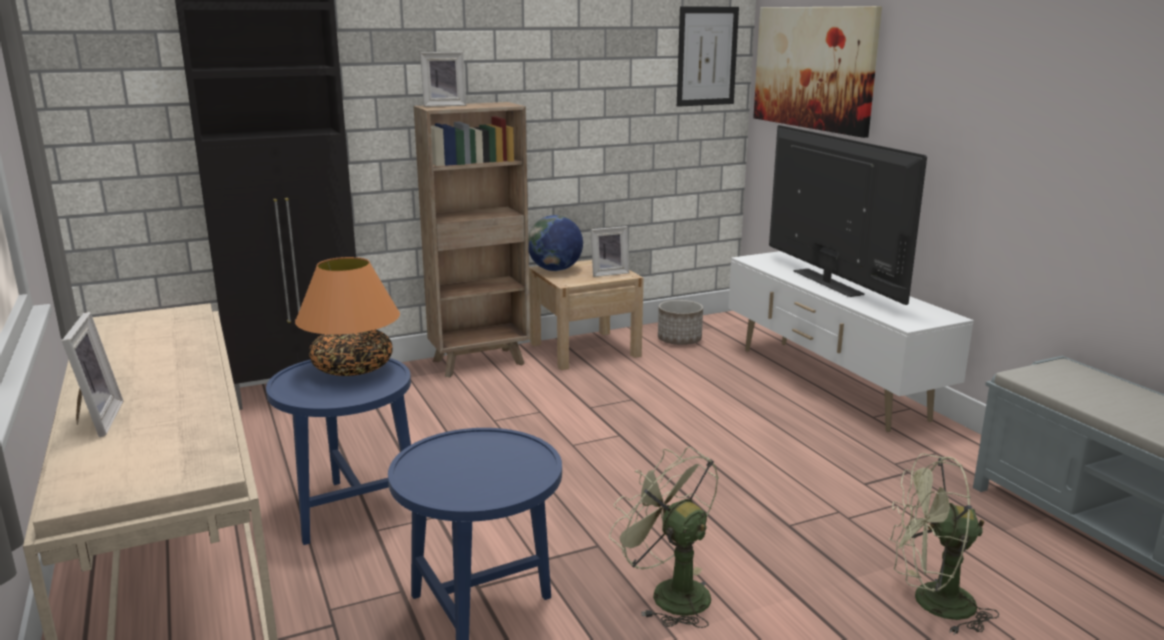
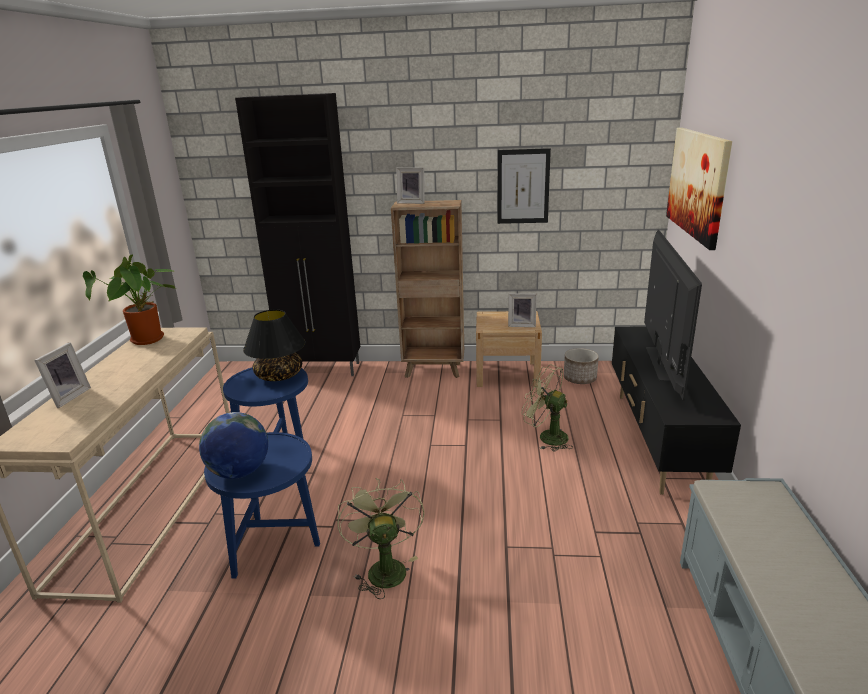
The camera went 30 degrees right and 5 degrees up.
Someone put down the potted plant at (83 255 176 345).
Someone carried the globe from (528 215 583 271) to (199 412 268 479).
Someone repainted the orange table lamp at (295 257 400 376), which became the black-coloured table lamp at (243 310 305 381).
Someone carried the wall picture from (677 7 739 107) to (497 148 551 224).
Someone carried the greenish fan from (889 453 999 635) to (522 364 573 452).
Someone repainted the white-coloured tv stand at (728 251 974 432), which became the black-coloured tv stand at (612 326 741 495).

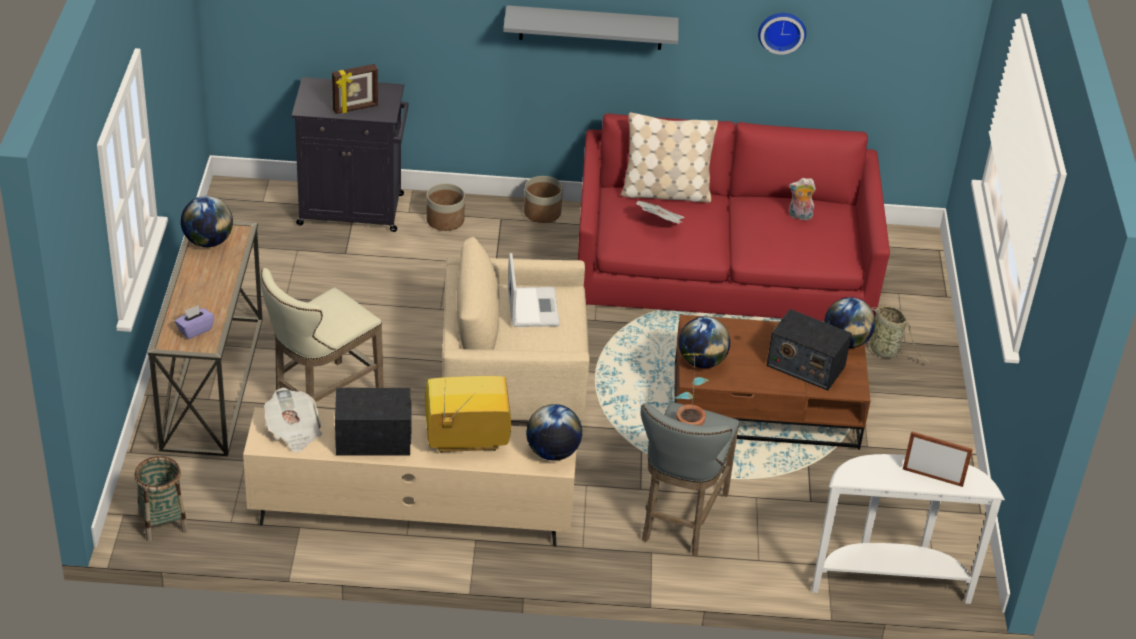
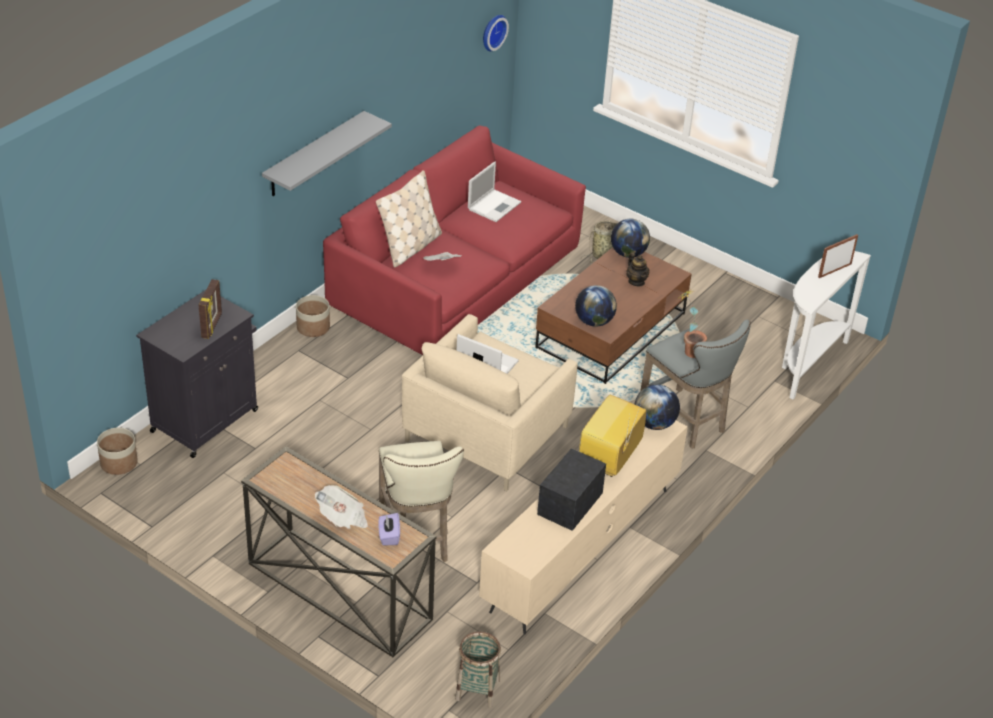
The camera went 55 degrees left and 0 degrees up.
Someone carried the planter from (426 183 465 231) to (97 428 138 475).
Someone carried the newspaper from (264 388 322 453) to (315 485 368 529).
Someone swapped the soft toy at (789 178 816 220) for the notebook computer at (468 162 521 222).
Someone carried the wall clock from (758 13 806 55) to (483 15 509 51).
Someone swapped the radio set at (766 309 852 391) for the pot for tea at (627 253 650 287).
Someone took away the globe at (181 196 233 247).

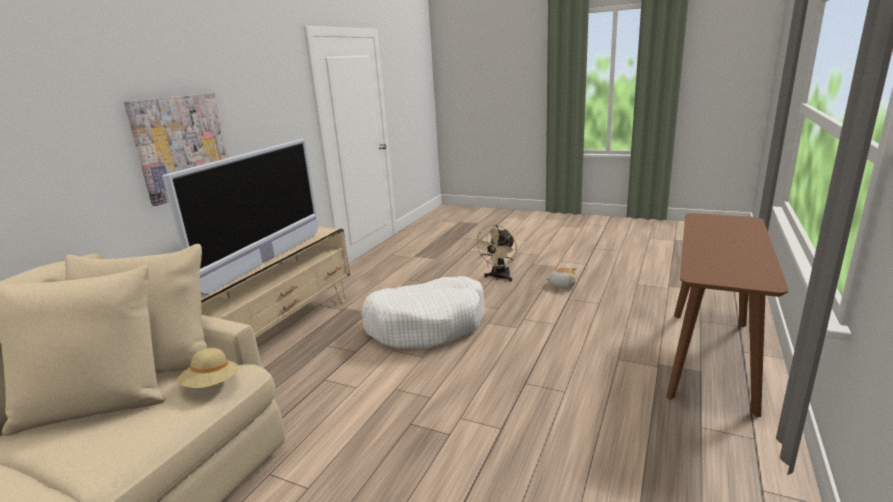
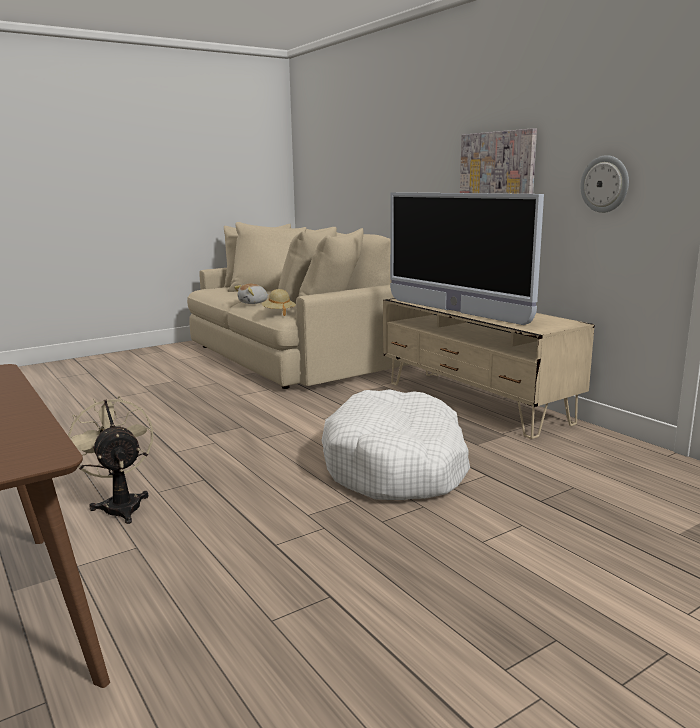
The camera went 120 degrees right and 5 degrees down.
Someone carried the sand-coloured fan from (473 225 517 281) to (68 396 153 524).
Someone carried the soft toy from (546 267 576 288) to (234 284 268 304).
Someone put up the wall clock at (580 155 629 213).

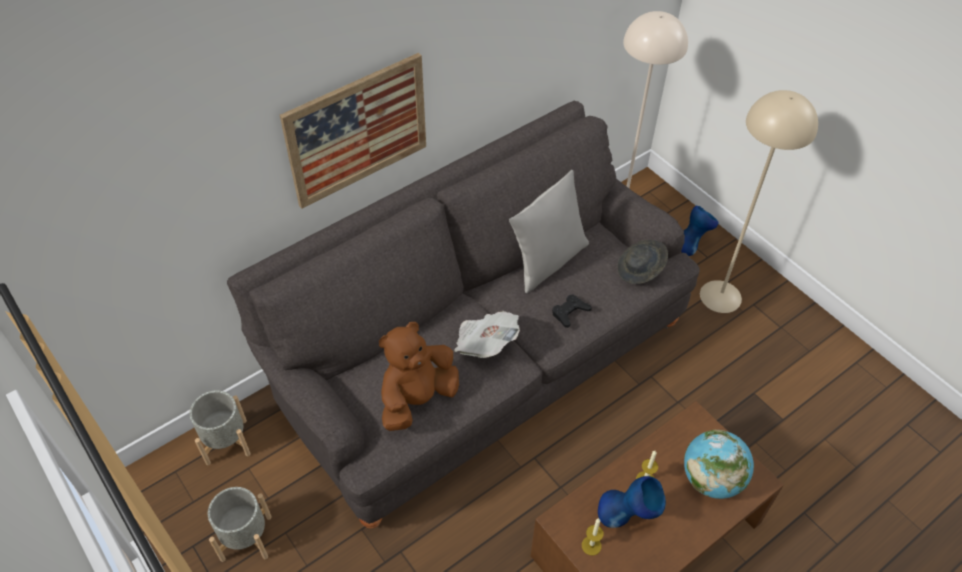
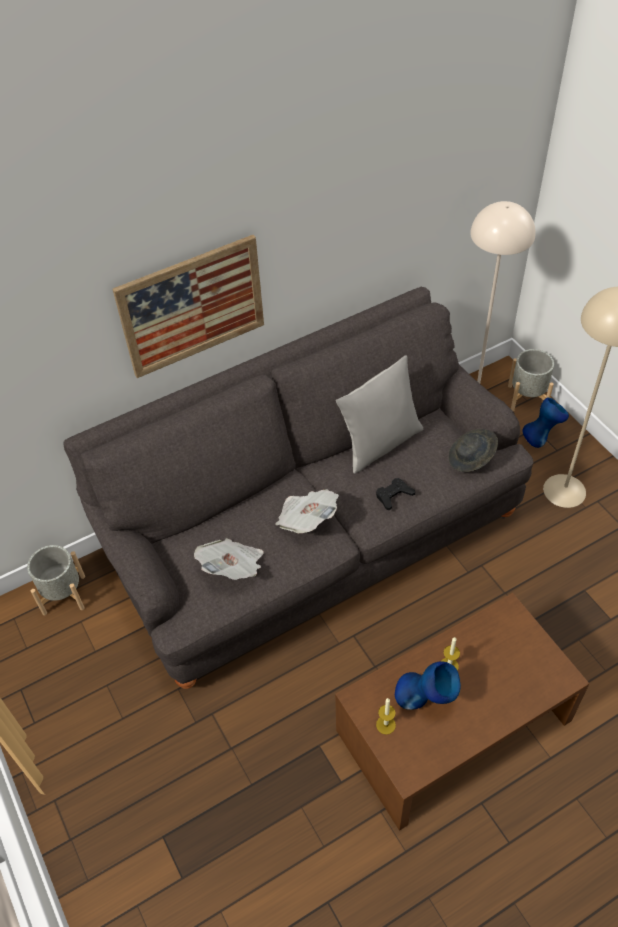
The camera went 10 degrees right and 0 degrees up.
Someone swapped the brown soft toy at (379 322 459 431) for the newspaper at (194 538 264 580).
Someone carried the grey planter from (208 487 272 562) to (508 349 554 411).
Someone took away the globe at (684 430 754 499).

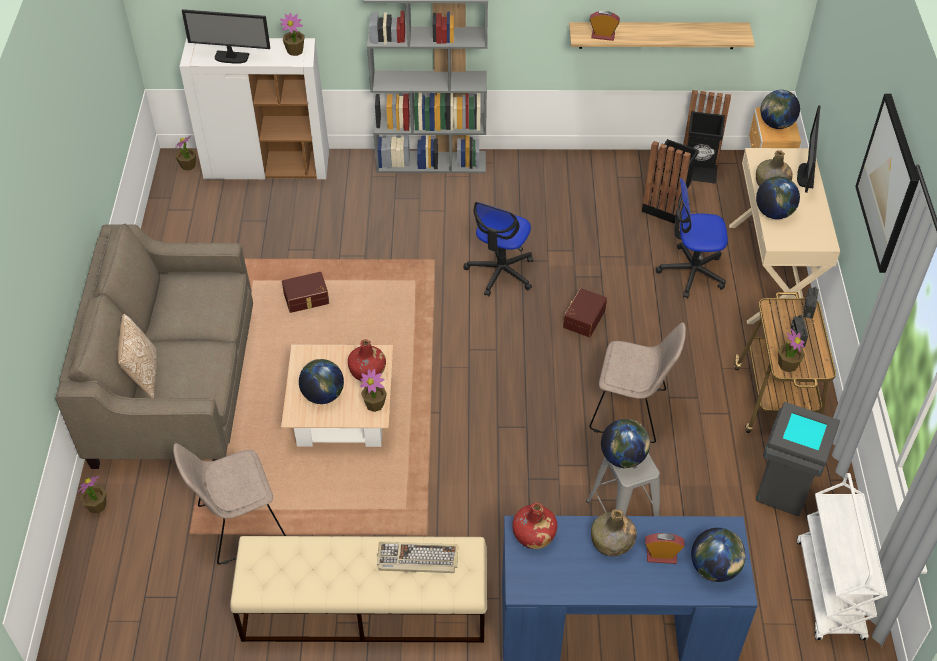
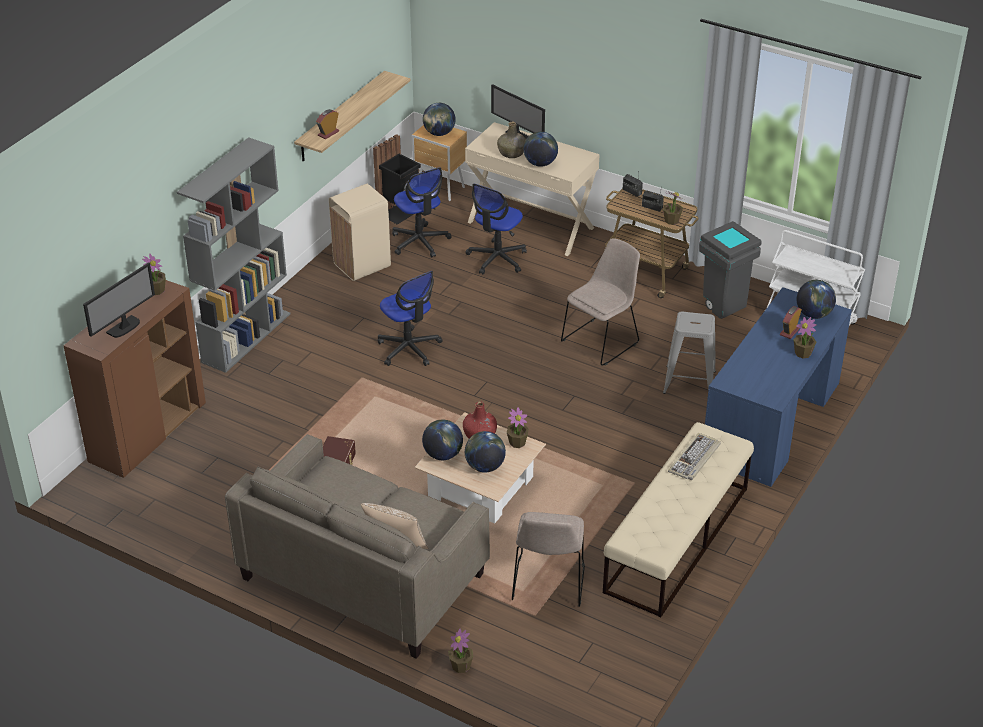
The camera went 60 degrees left and 10 degrees down.
Someone repainted the white-coloured cupboard at (179 38 329 180), which became the brown cupboard at (63 280 206 478).
Someone put down the sand-coloured trash can at (329 184 391 281).
Someone swapped the black-coloured trash can at (642 139 699 224) for the desk chair at (392 167 452 258).
Someone carried the globe from (601 419 650 468) to (422 420 463 460).
Someone carried the potted plant from (175 135 196 170) to (794 317 817 359).
Someone took away the red beverage bottle at (512 503 557 549).
Someone took away the brown storage bin at (563 288 607 337).
Someone took away the greenish beverage bottle at (591 509 637 556).
Someone took away the wall picture at (855 93 919 273).

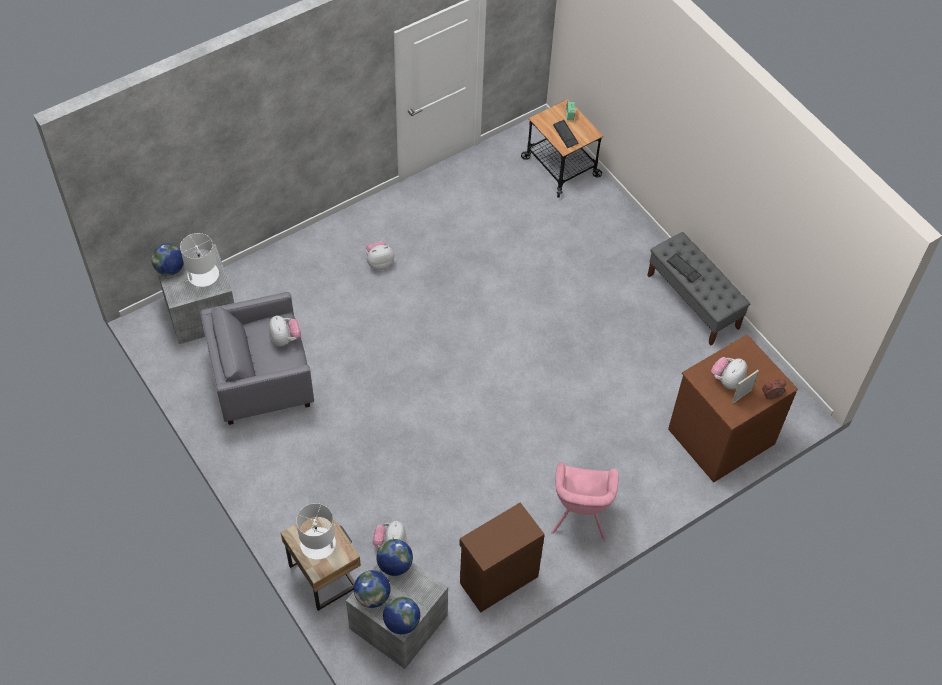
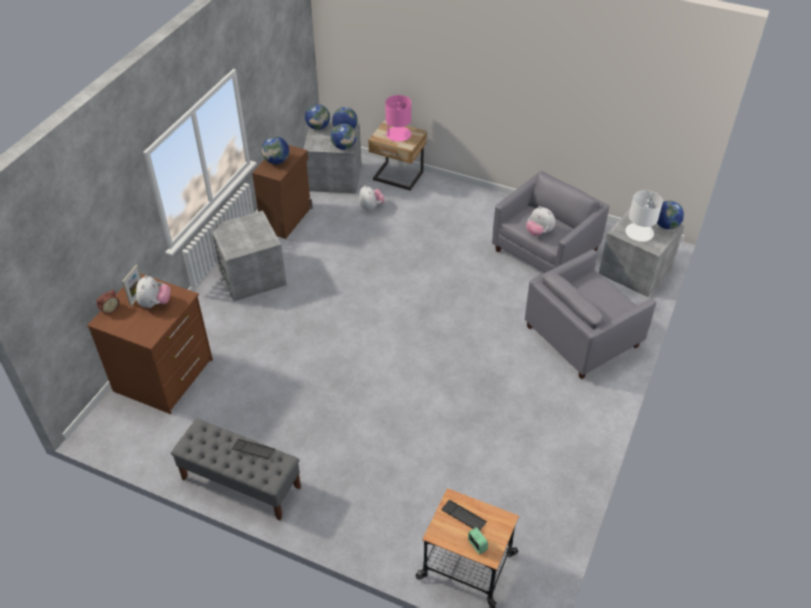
The camera went 150 degrees right and 10 degrees down.
Someone swapped the pink lounge chair at (551 462 619 540) for the grey storage bin at (211 211 287 301).
Someone put down the globe at (262 137 289 164).
Someone repainted the white-coloured table lamp at (296 503 340 560), which became the pink table lamp at (383 95 411 142).
Someone put down the grey lounge chair at (525 250 656 379).
Someone took away the soft toy at (366 241 394 270).

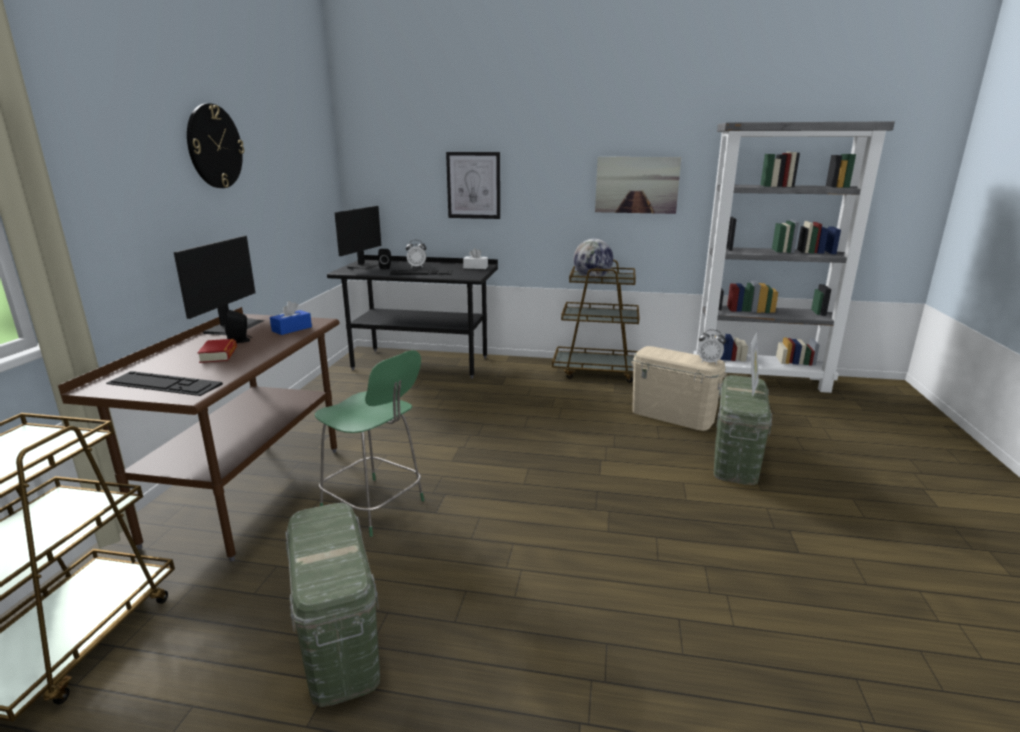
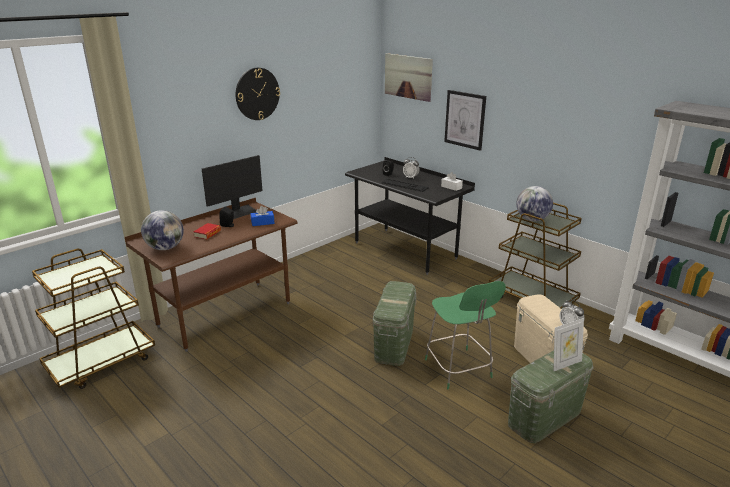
The camera went 35 degrees right and 5 degrees up.
Someone swapped the PC keyboard at (106 371 223 396) for the globe at (141 210 184 250).
Someone carried the greenish storage bin from (285 503 380 707) to (373 281 416 366).
Someone carried the wall picture from (595 157 681 214) to (385 53 433 102).
Someone carried the greenish upright chair from (315 350 424 537) to (425 281 506 389).
Someone took away the computer screen at (334 206 381 270).

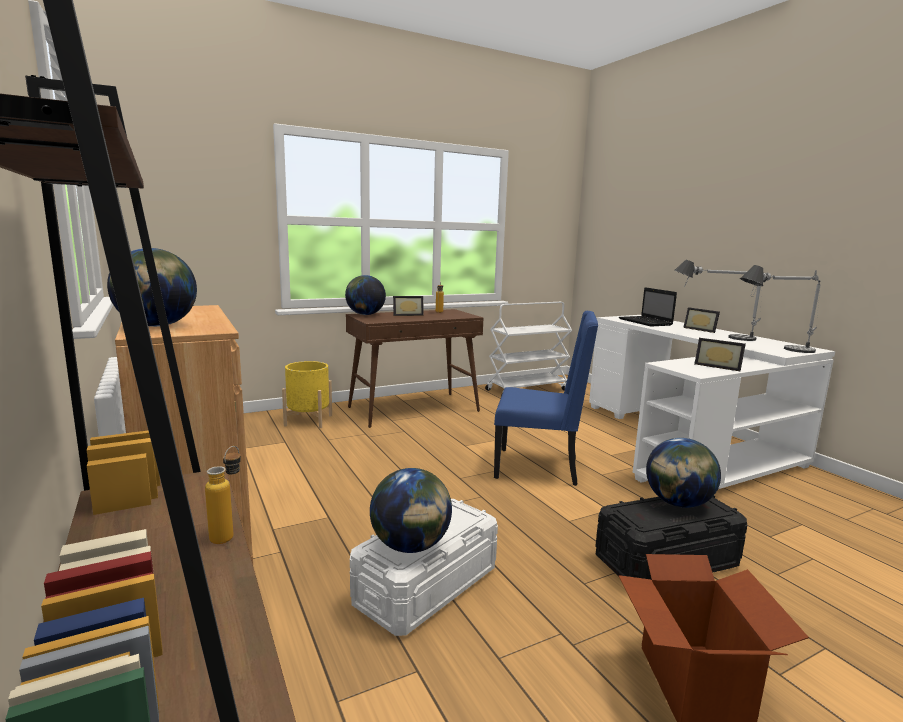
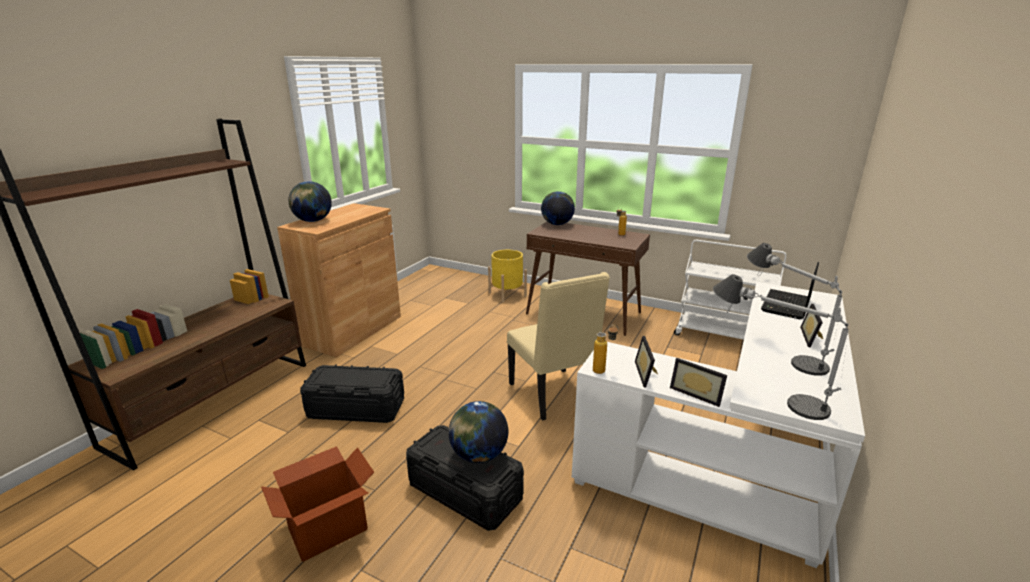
The camera went 55 degrees right and 10 degrees up.
Someone repainted the white-coloured storage bin at (350 499 498 636), which became the black-coloured storage bin at (300 365 404 423).
Someone repainted the blue-coloured upright chair at (494 311 598 486), which became the sand-coloured upright chair at (507 272 610 420).
Someone carried the beverage bottle from (205 446 241 544) to (593 325 618 374).
Someone carried the standing frame from (393 296 424 316) to (670 358 727 407).
Someone took away the globe at (370 468 452 553).

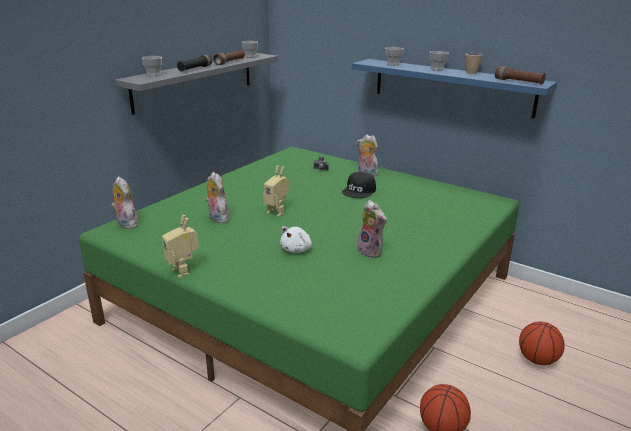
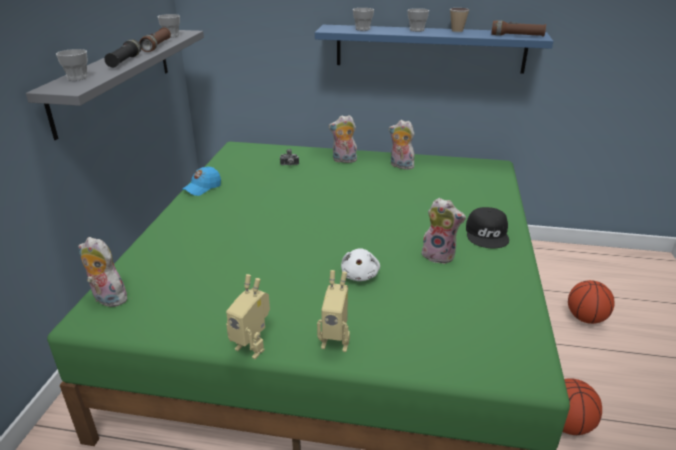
The camera went 25 degrees left and 5 degrees up.
Someone put down the blue-coloured baseball cap at (182 166 221 196).
Someone carried the toy robot from (263 165 289 217) to (317 270 350 352).
Someone carried the soft toy from (205 172 229 223) to (389 120 415 170).
Someone carried the black-coloured baseball cap from (342 172 376 198) to (466 207 509 248).

